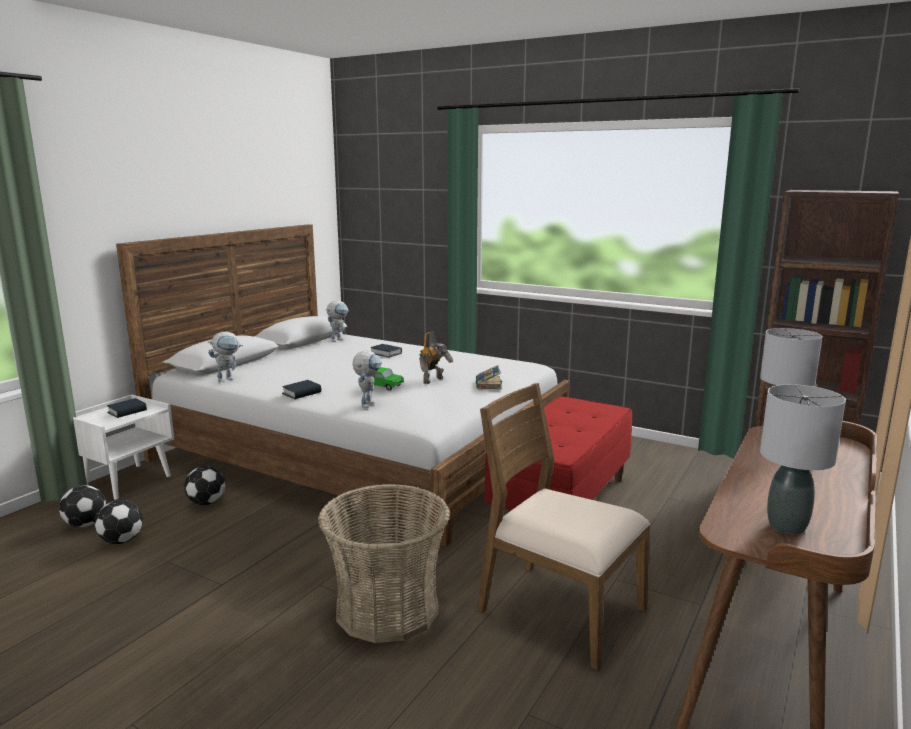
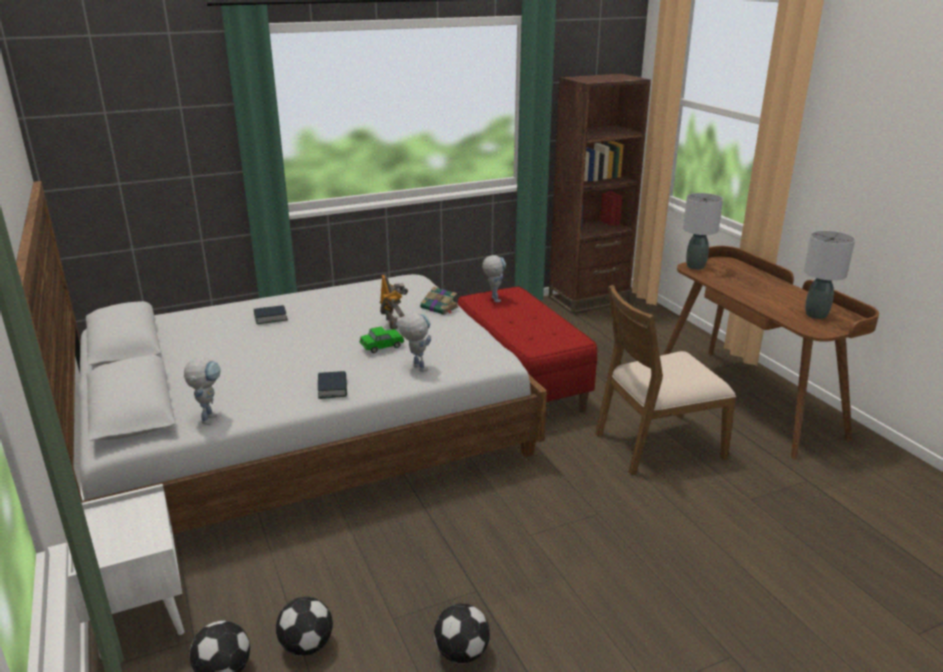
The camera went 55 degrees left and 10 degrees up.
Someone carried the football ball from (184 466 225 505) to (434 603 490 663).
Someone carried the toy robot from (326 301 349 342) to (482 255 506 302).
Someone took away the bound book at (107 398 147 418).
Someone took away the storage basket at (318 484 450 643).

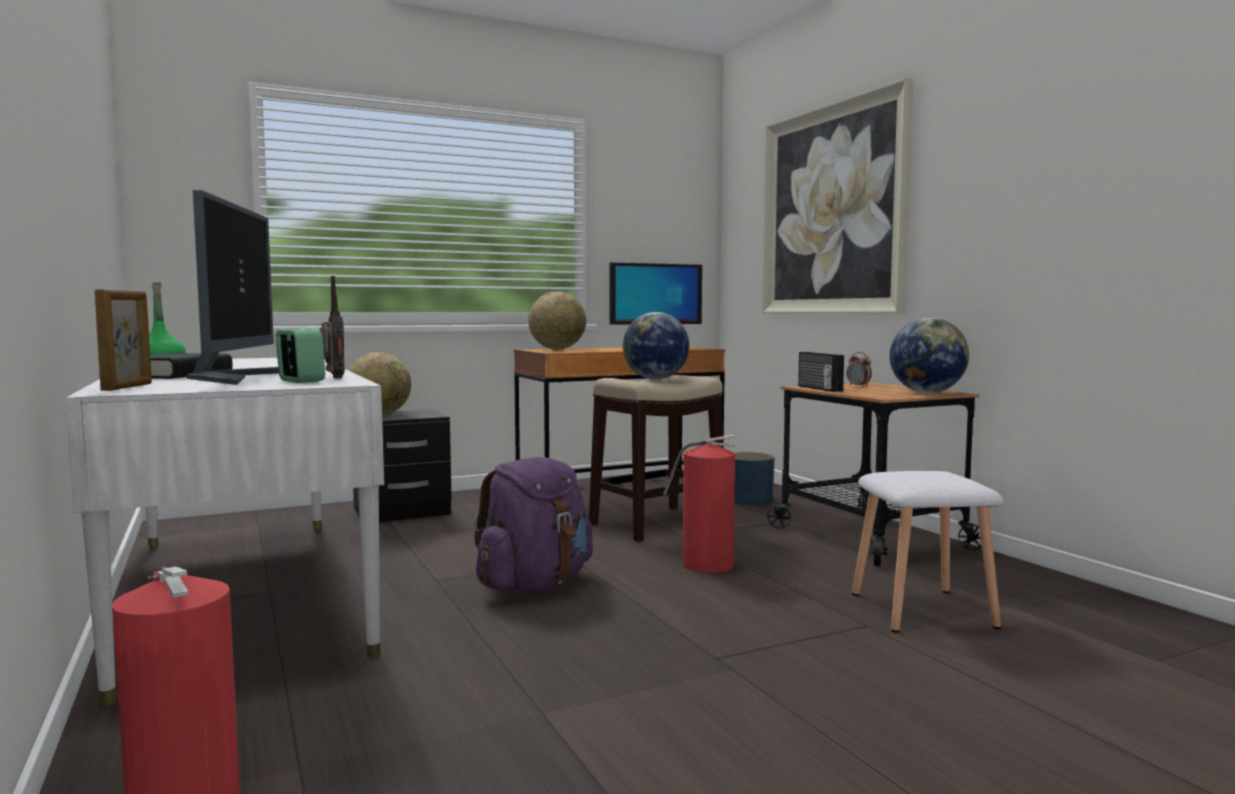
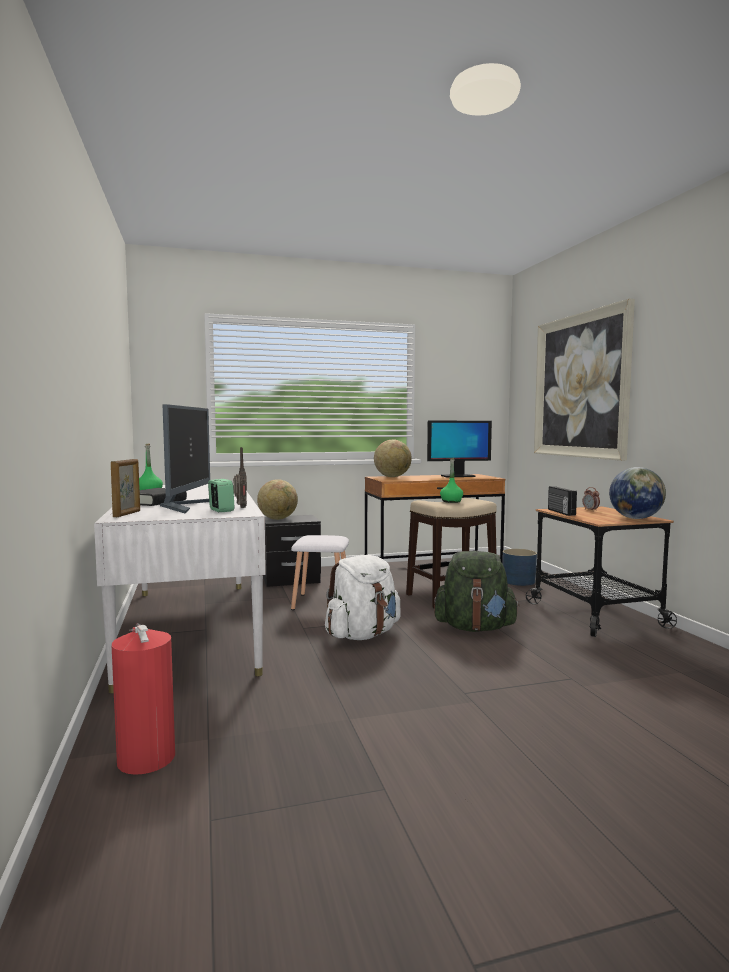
The camera went 10 degrees right and 0 degrees up.
Someone carried the white-coloured sitting stool from (852 471 1003 632) to (291 535 349 610).
Someone repainted the purple knapsack at (474 457 593 592), which became the white-coloured knapsack at (325 555 401 640).
Someone swapped the fire-fighting cylinder at (663 435 735 573) for the greenish knapsack at (434 551 520 632).
Someone swapped the globe at (623 312 689 380) for the greenish beverage bottle at (440 458 463 503).

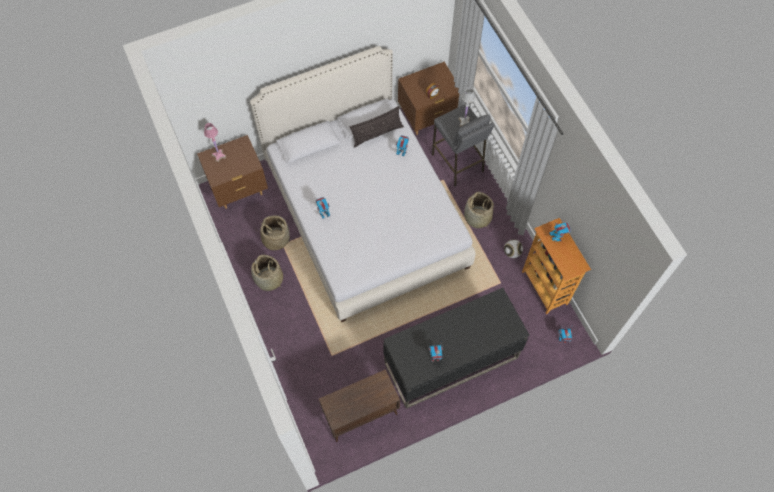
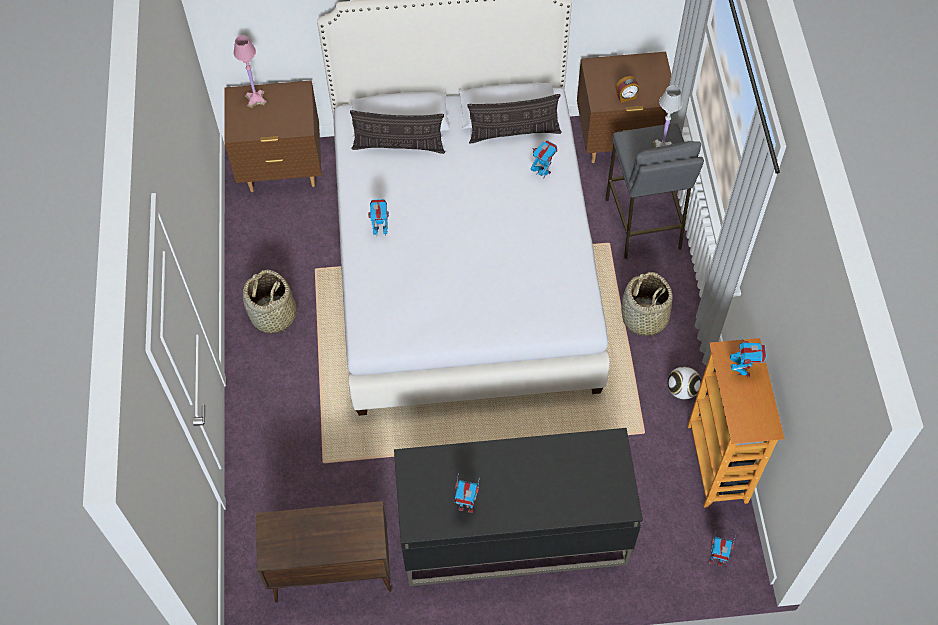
The camera went 20 degrees right and 5 degrees down.
Someone put down the pillow at (350 110 445 154).
Someone took away the storage basket at (256 216 292 251).

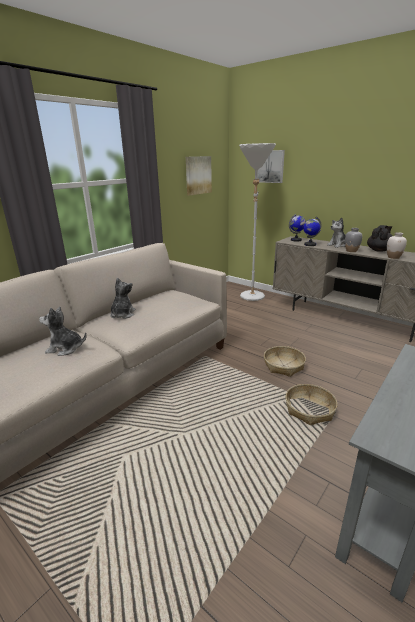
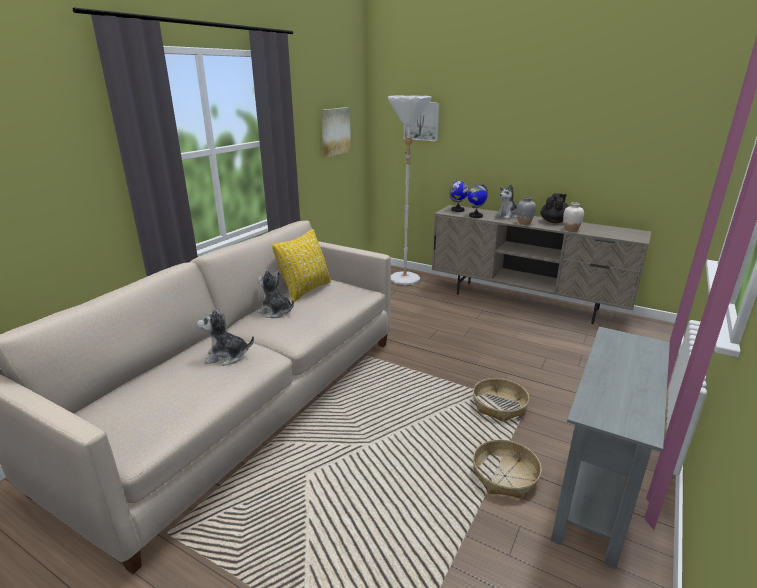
The camera went 10 degrees left and 0 degrees up.
Someone rotated the soft toy at (110 277 135 319) by 60 degrees counterclockwise.
Someone put down the yellow-coloured pillow at (272 229 331 302).
Someone carried the storage basket from (264 346 306 377) to (473 439 542 499).

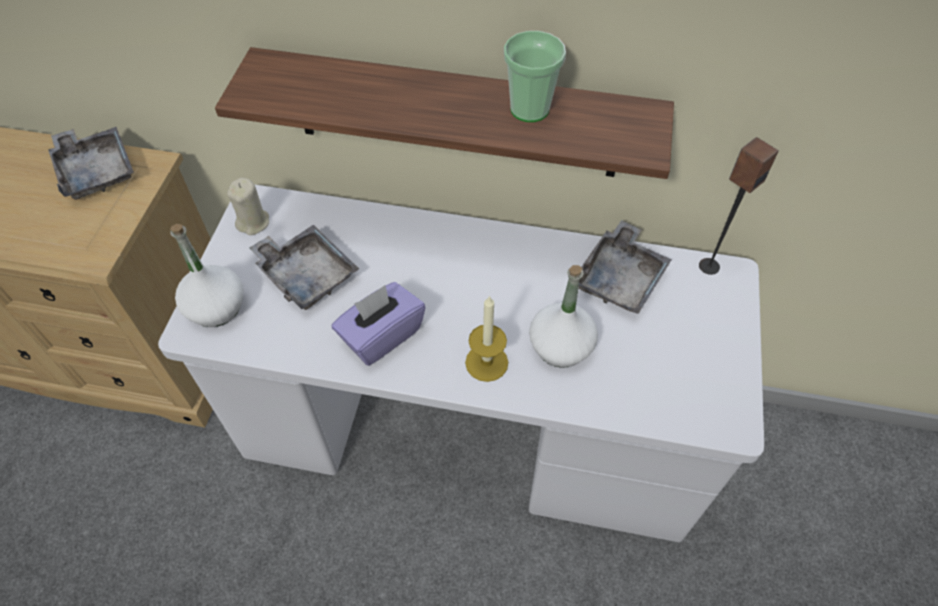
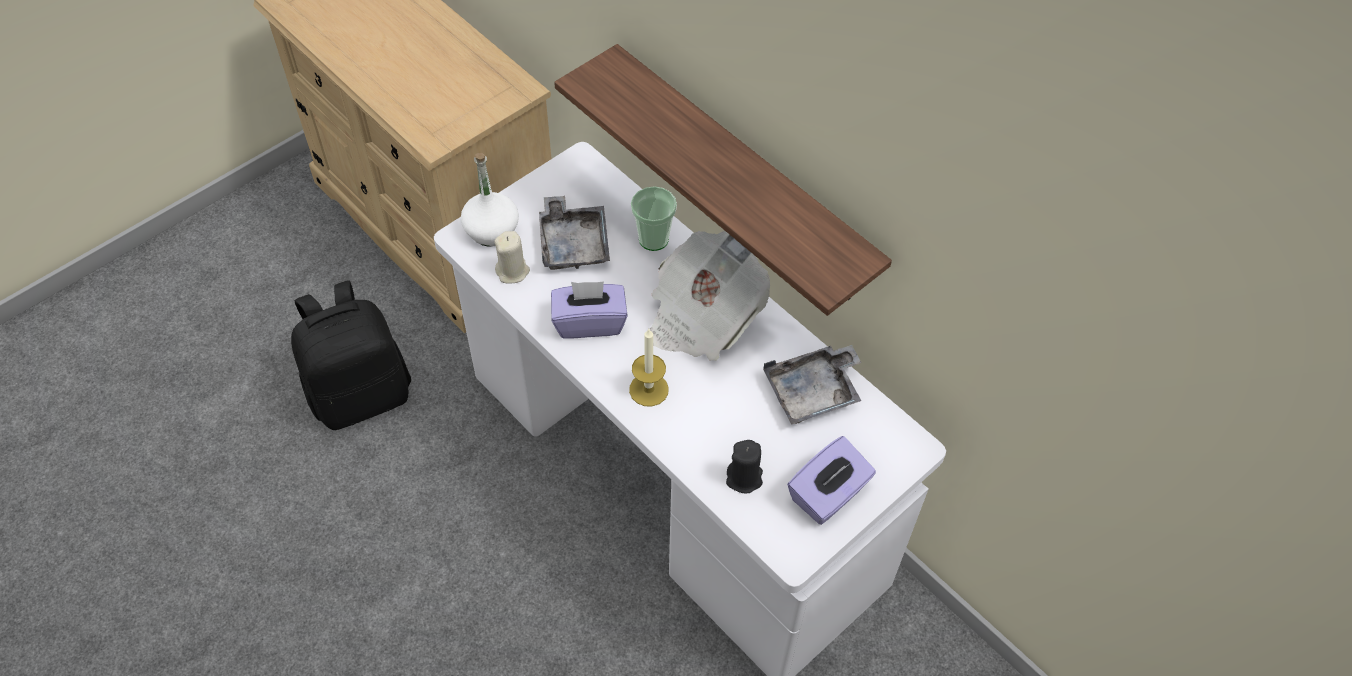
The camera went 35 degrees right and 0 degrees up.
Someone put down the black-coloured knapsack at (291 280 411 430).
Someone carried the sand-coloured wax candle from (227 177 269 235) to (495 231 530 283).
Someone carried the drinking cup from (504 31 566 122) to (631 186 677 251).
Someone put down the newspaper at (650 231 770 361).
Someone put down the black-coloured wax candle at (726 440 763 494).
Someone put down the purple box of tissues at (787 436 876 525).
Someone took away the grey tray at (48 127 134 200).
Someone took away the white-coloured beverage bottle at (529 265 598 368).
Someone took away the audio speaker at (699 137 778 275).

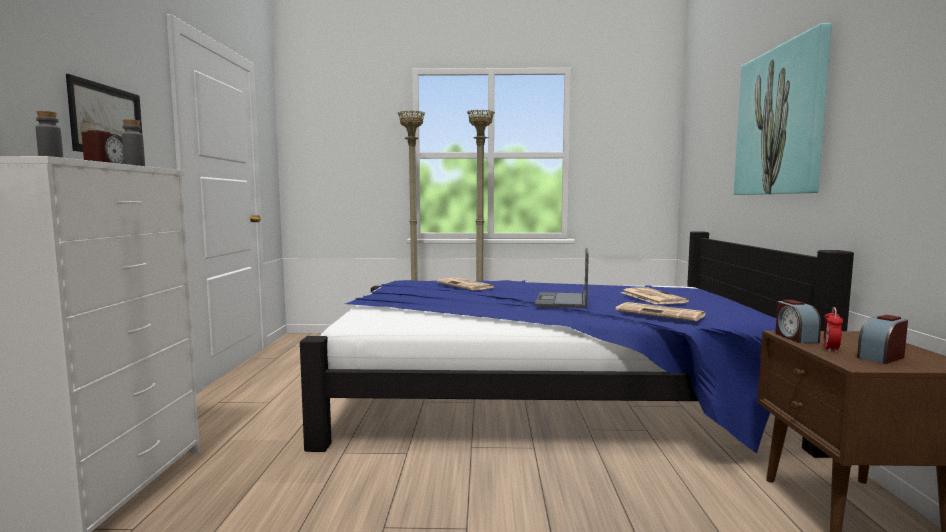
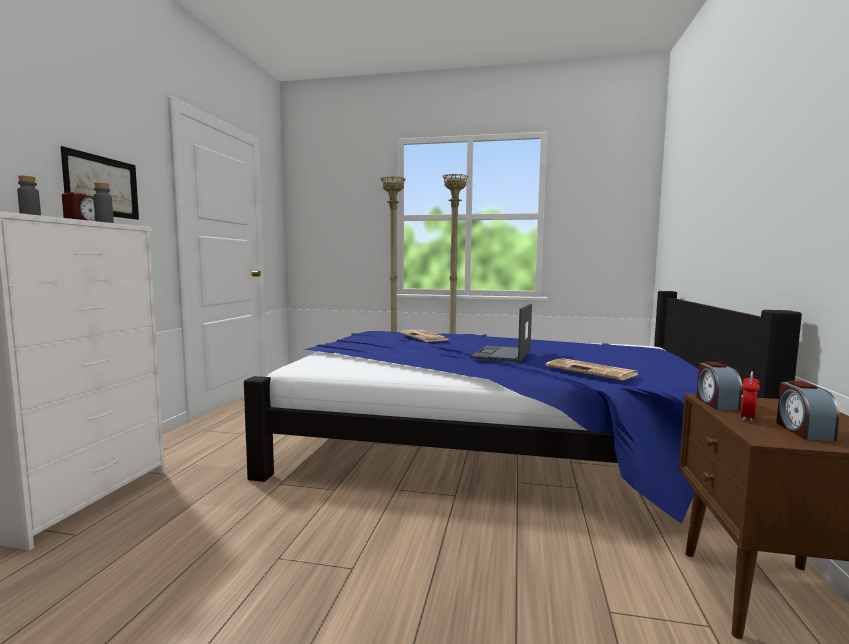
The camera went 10 degrees right and 0 degrees up.
Someone rotated the bedside clock at (857 315 908 364) by 60 degrees counterclockwise.
Someone took away the newspaper at (621 287 689 304).
Someone took away the wall picture at (734 23 832 195).

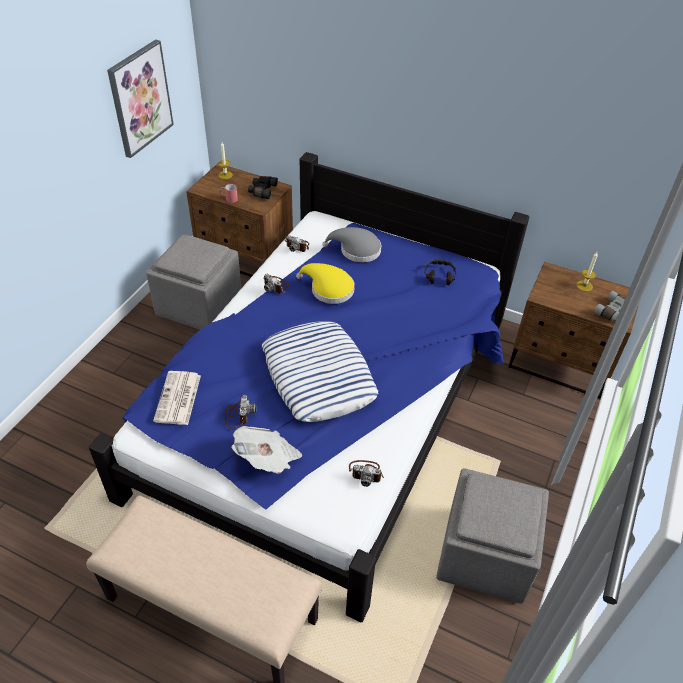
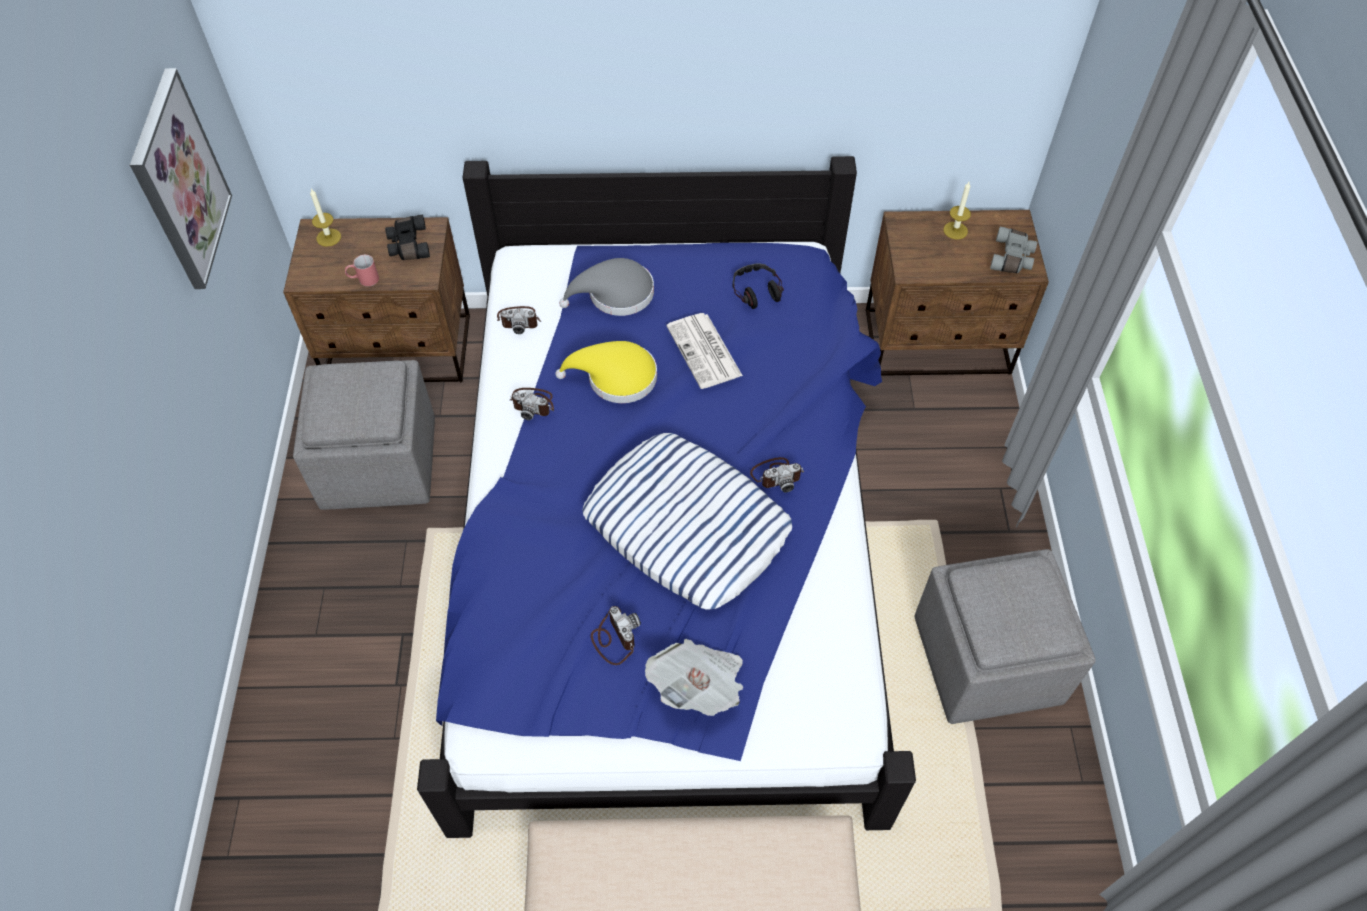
The camera went 25 degrees left and 10 degrees up.
Someone carried the newspaper from (153 371 201 425) to (666 313 743 389).
Someone carried the photo camera from (349 460 384 487) to (750 457 804 493).

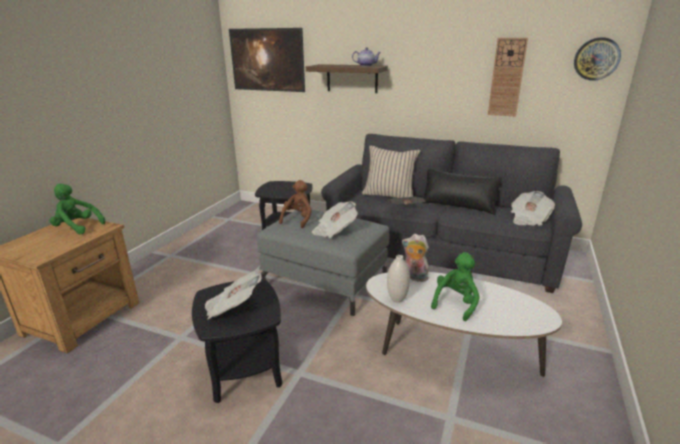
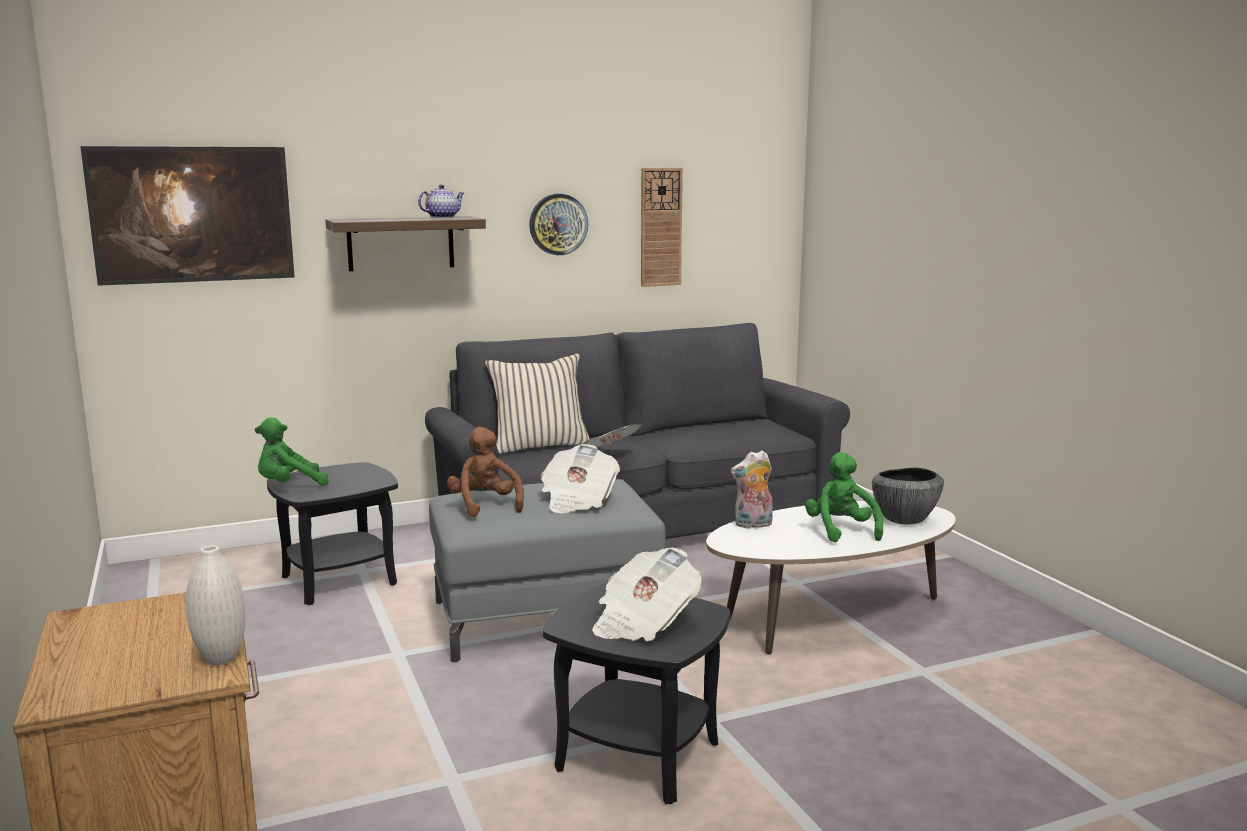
The camera went 45 degrees left and 10 degrees down.
Someone carried the white-coloured decorative vase from (387 255 410 303) to (186 545 246 665).
Someone carried the greenish soft toy from (49 184 105 234) to (255 418 329 486).
Someone carried the wall clock from (574 37 621 81) to (529 194 588 255).
Someone put down the deep dish at (872 468 944 524).
Someone took away the black-coloured pillow at (422 169 502 215).
Someone took away the newspaper at (511 191 555 226).

